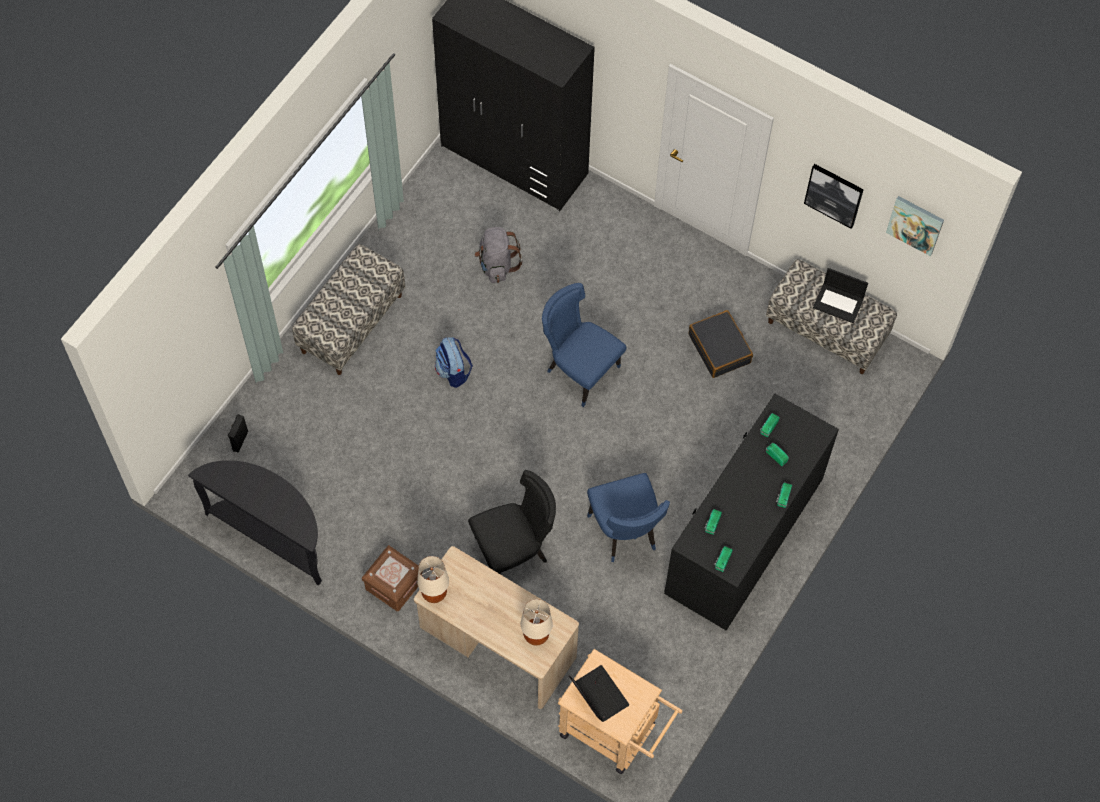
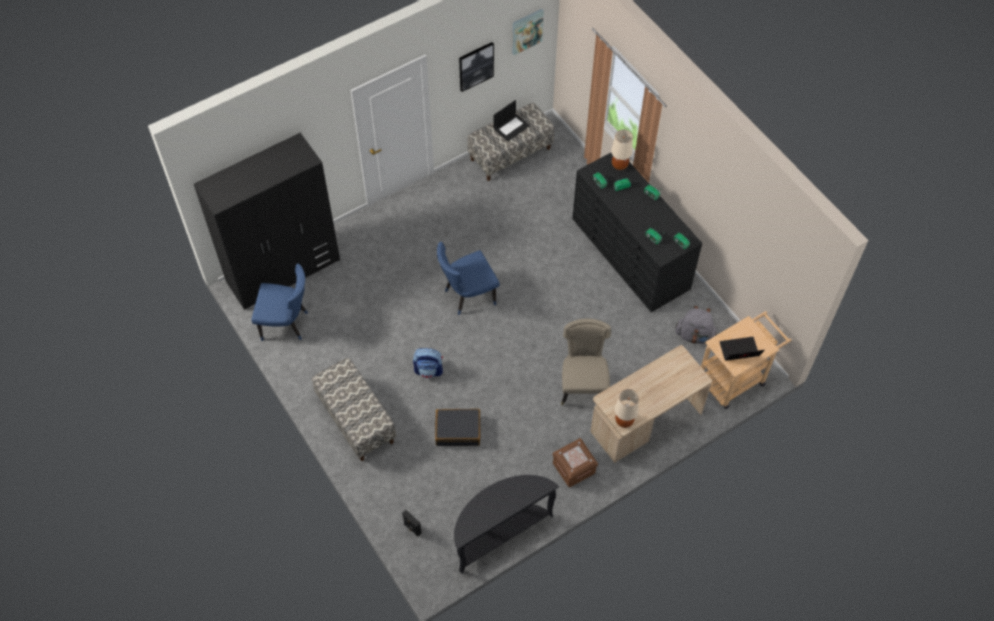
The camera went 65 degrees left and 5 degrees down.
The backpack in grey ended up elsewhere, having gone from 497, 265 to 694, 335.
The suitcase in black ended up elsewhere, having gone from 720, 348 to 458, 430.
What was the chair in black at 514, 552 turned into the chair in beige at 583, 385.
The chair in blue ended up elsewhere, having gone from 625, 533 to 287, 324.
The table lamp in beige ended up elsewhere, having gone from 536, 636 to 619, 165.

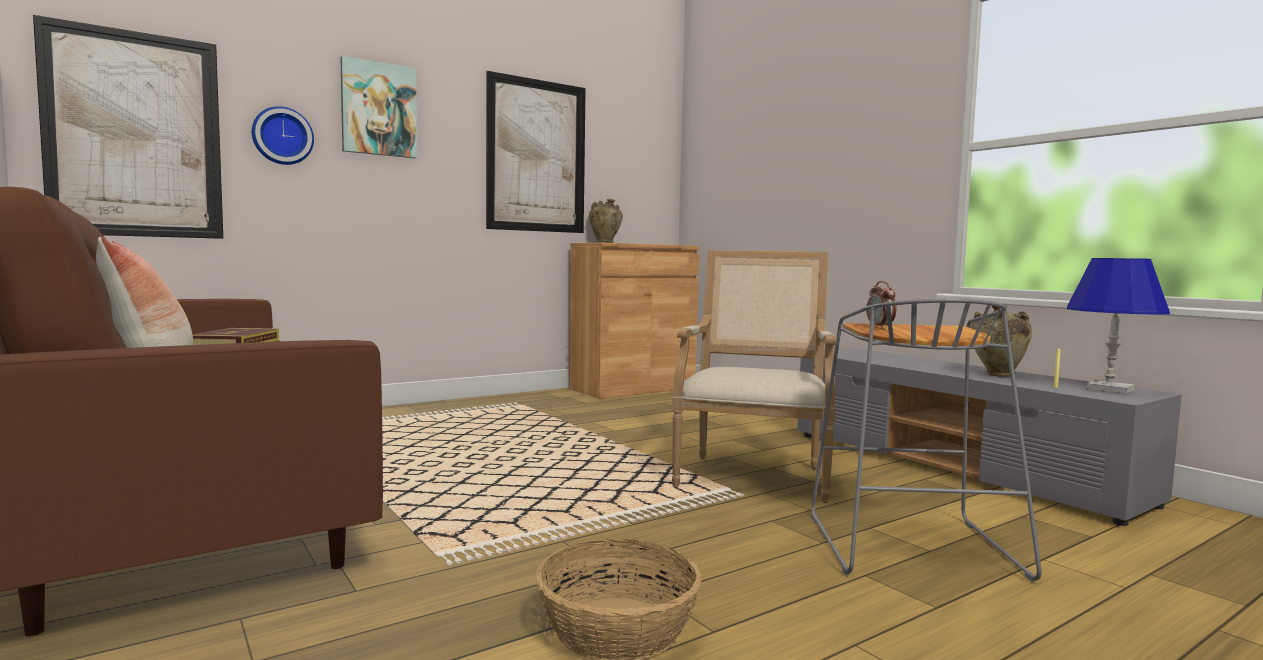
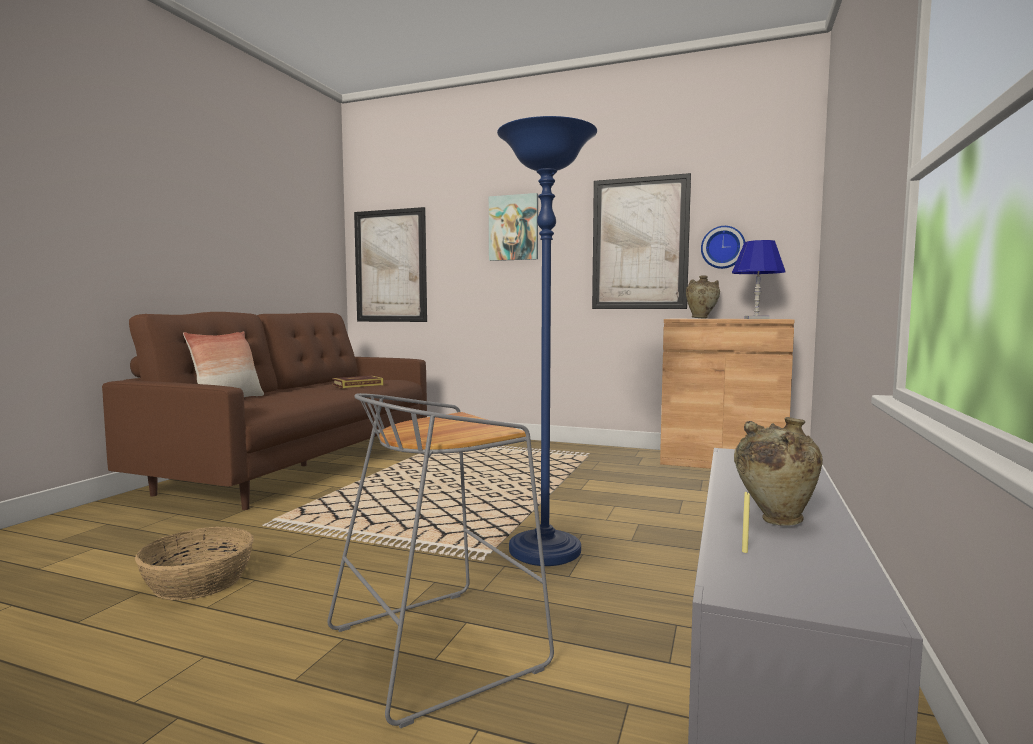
The camera went 55 degrees right and 0 degrees up.
The wall clock ended up elsewhere, having gone from 282, 136 to 723, 247.
Where the armchair stood at 753, 475, the floor lamp in blue came to stand at 545, 552.
The table lamp in blue ended up elsewhere, having gone from 1109, 389 to 756, 318.
The second view lost the alarm clock at 880, 327.

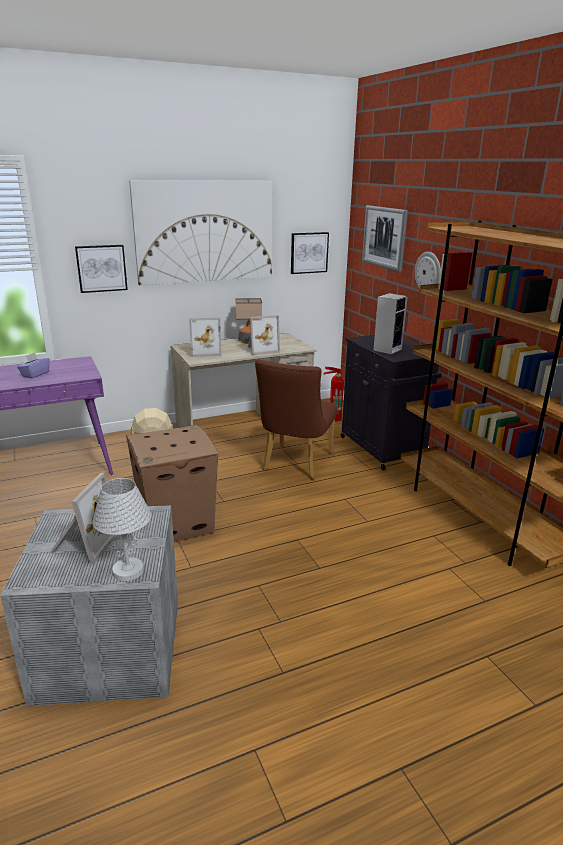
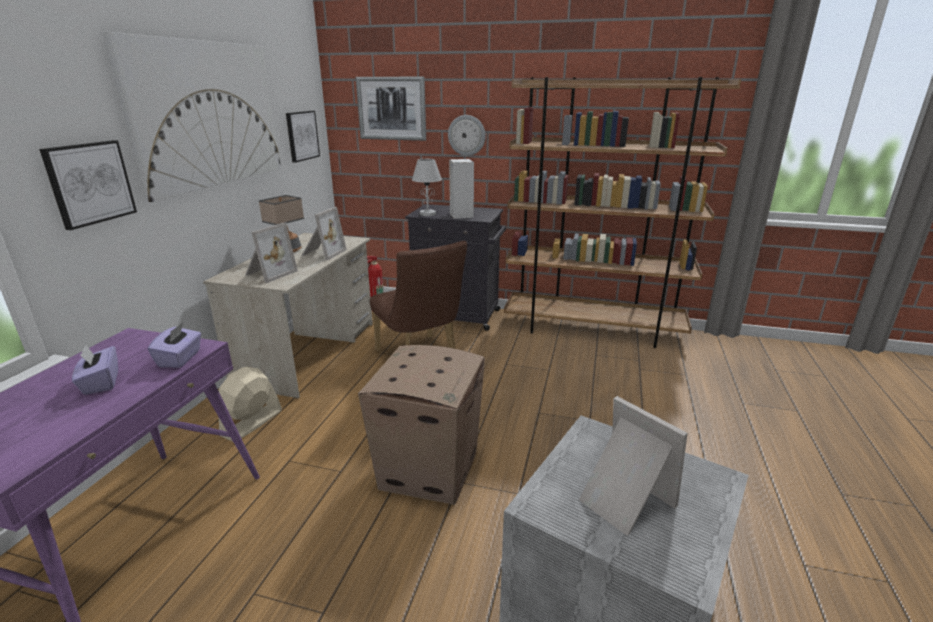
The camera went 50 degrees left and 0 degrees up.
The table lamp in white ended up elsewhere, having gone from 127, 570 to 427, 214.
The second view gained the tissue box in purple at 180, 359.

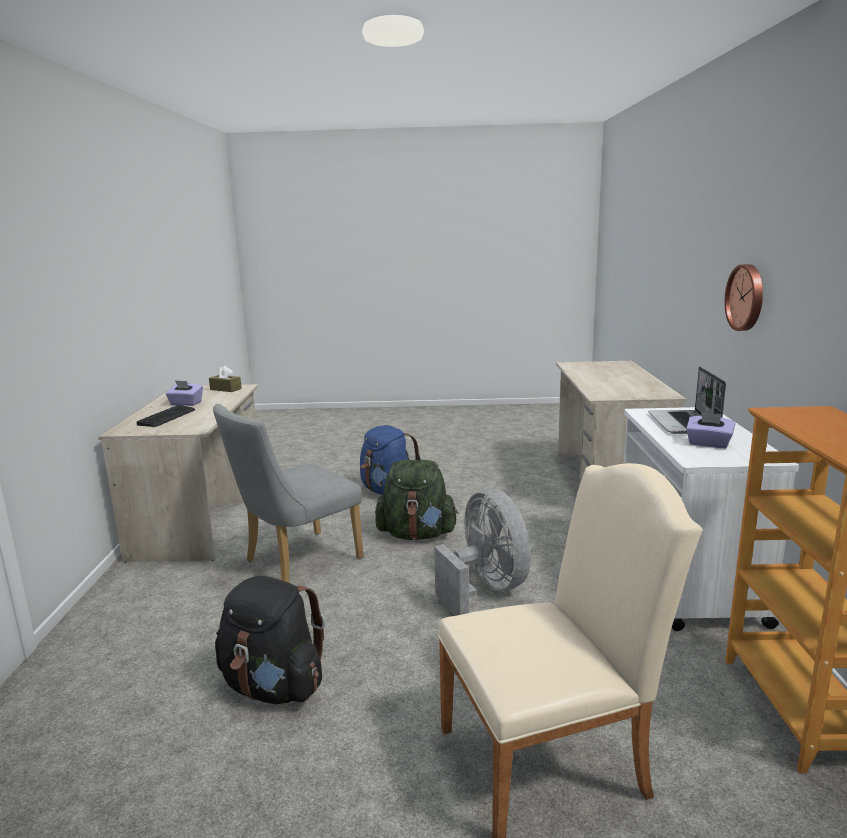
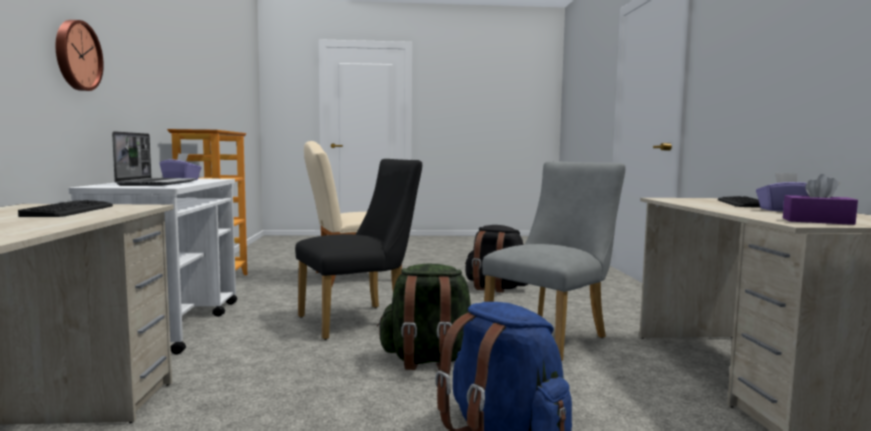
The camera went 175 degrees right and 10 degrees down.
What was the tissue box in brown at 225, 389 turned into the tissue box in purple at 817, 221.
Where the fan in grey stood at 485, 589, the chair in black came to stand at 360, 320.
The second view gained the keyboard at 70, 210.

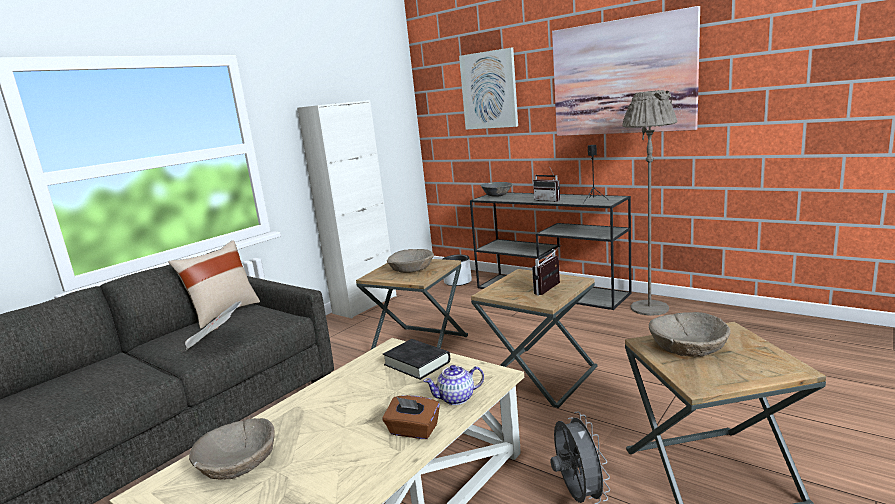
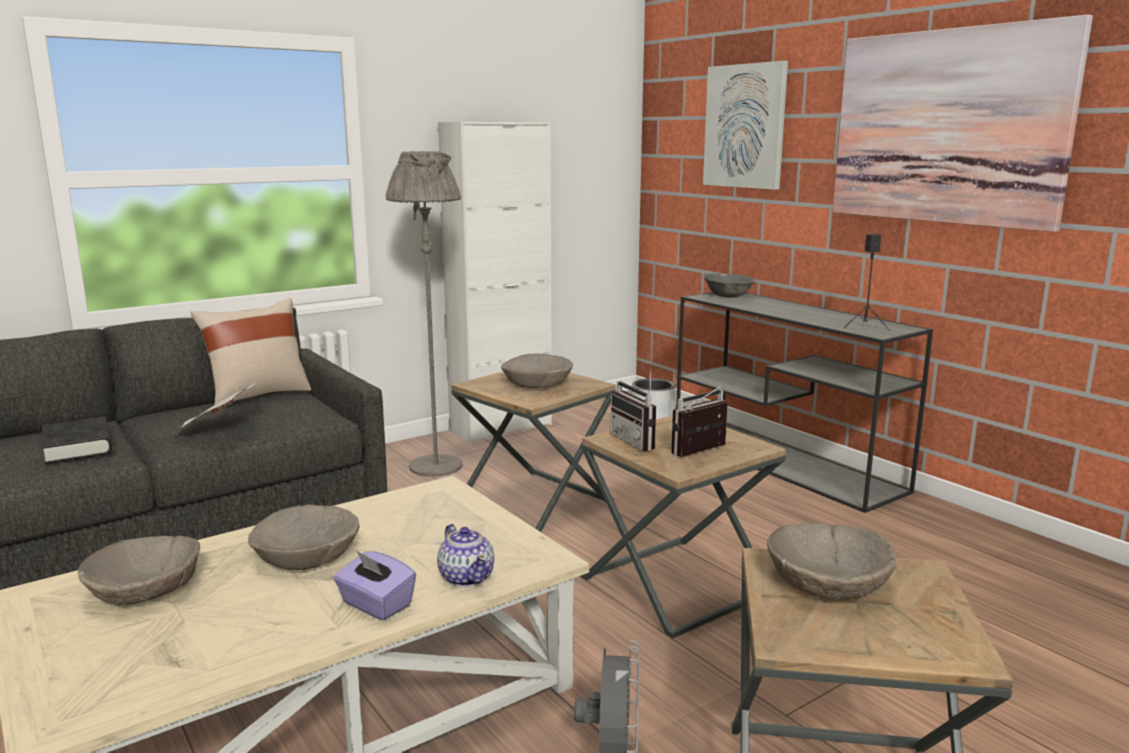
The camera went 15 degrees right and 0 degrees up.
The floor lamp in grey ended up elsewhere, having gone from 649, 308 to 436, 466.
The radio ended up elsewhere, having gone from 549, 200 to 639, 441.
The book in black ended up elsewhere, having gone from 417, 363 to 78, 447.
The teapot at 457, 398 ended up facing another way, 120 degrees counterclockwise from before.
What was the tissue box in brown at 413, 431 turned into the tissue box in purple at 375, 605.
The second view gained the bowl in beige at 307, 555.

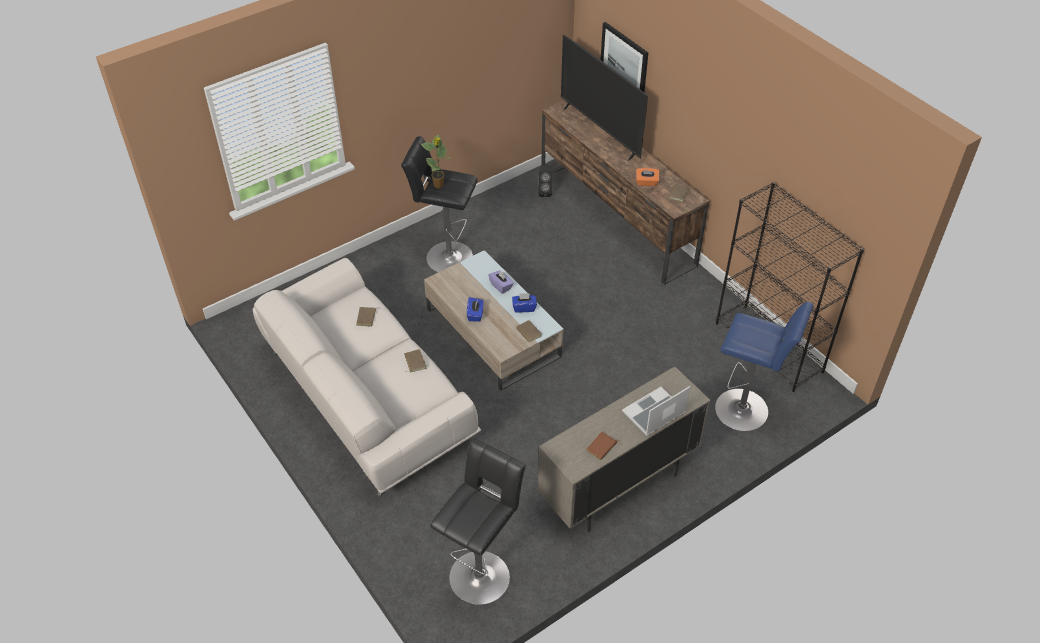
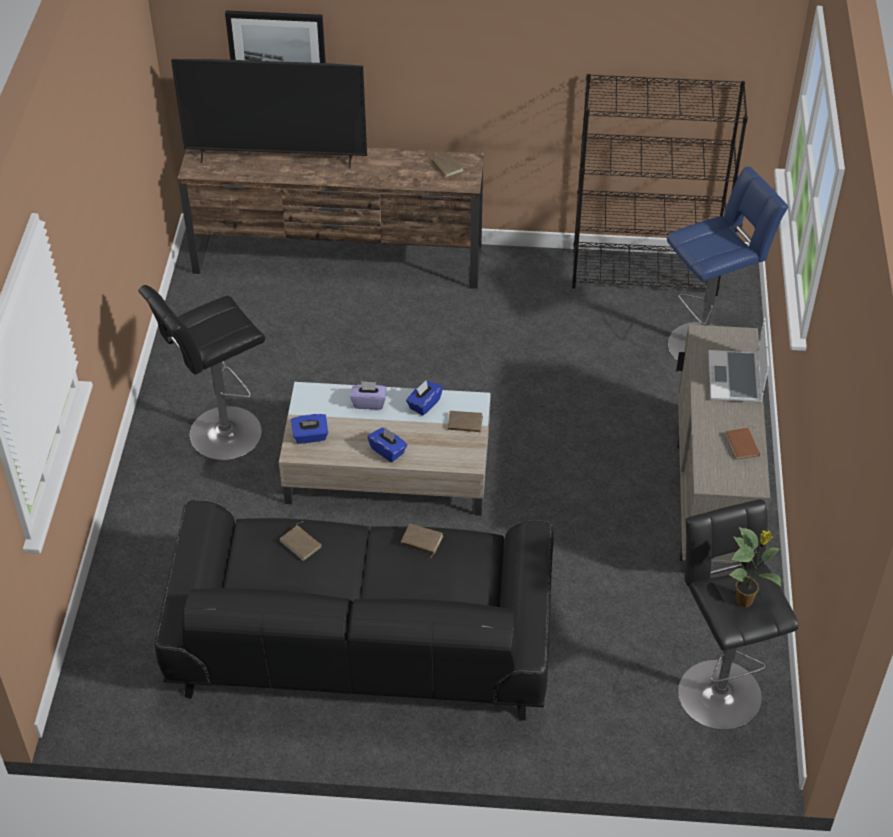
The camera went 50 degrees left and 0 degrees up.
The potted plant ended up elsewhere, having gone from 439, 185 to 745, 600.
The second view lost the speaker in black at 545, 192.
The second view lost the tissue box in orange at 646, 183.
What was the sofa in white at 366, 397 turned into the sofa in black at 361, 644.
The second view gained the tissue box in blue at 310, 436.

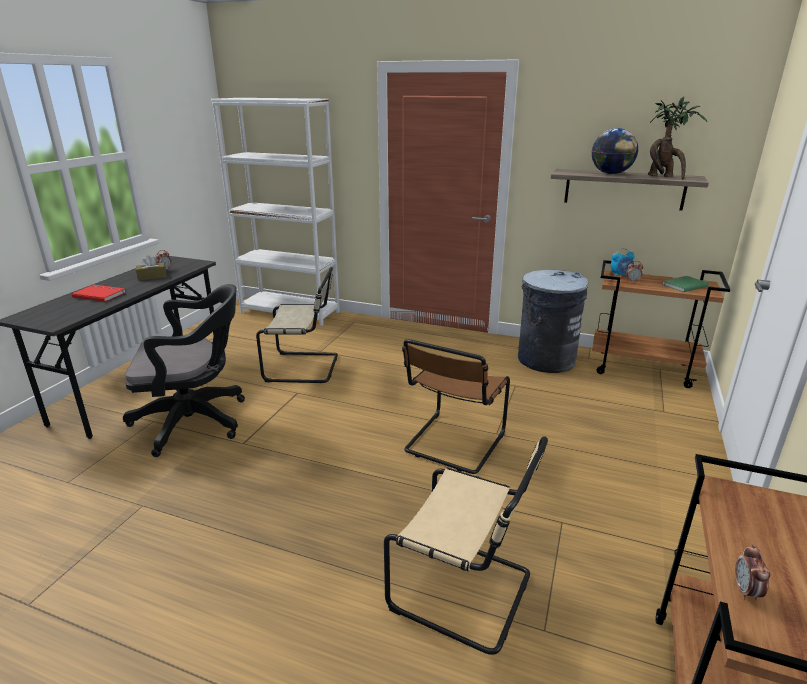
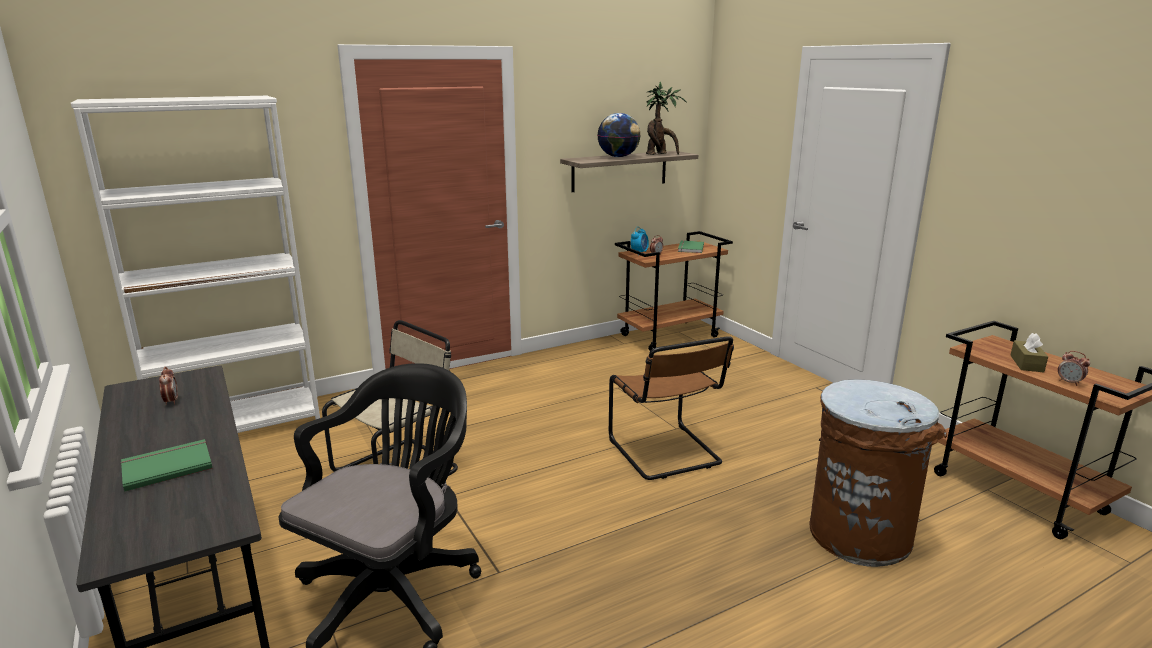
The camera went 50 degrees left and 5 degrees down.
The tissue box in brown ended up elsewhere, having gone from 152, 277 to 1026, 363.
The second view lost the trash can in grey at 545, 360.
What was the book in red at 100, 294 turned into the book in green at 167, 466.
Where the chair in beige stood at 466, 592, the trash can in brown came to stand at 859, 534.

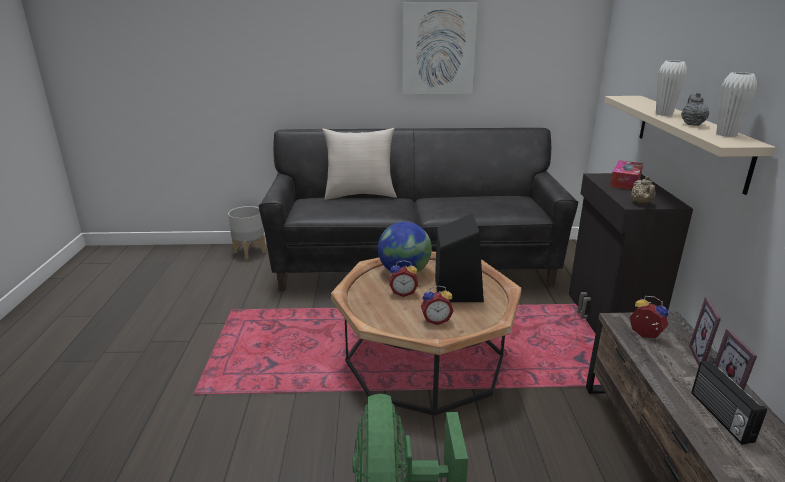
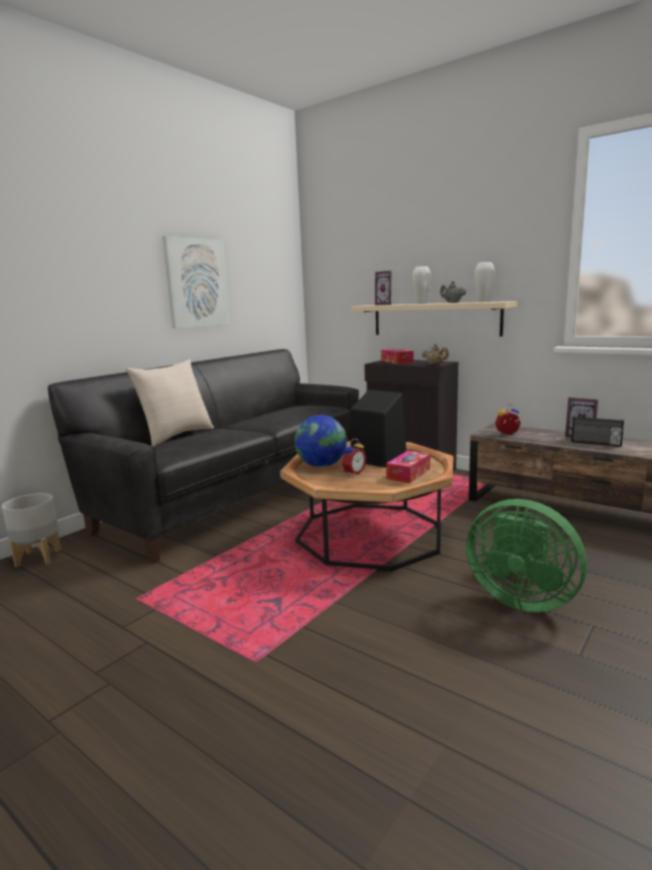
The camera went 50 degrees left and 10 degrees down.
Where the alarm clock stood at 436, 320, the tissue box came to stand at 408, 474.
The picture frame ended up elsewhere, having gone from 706, 359 to 386, 304.

